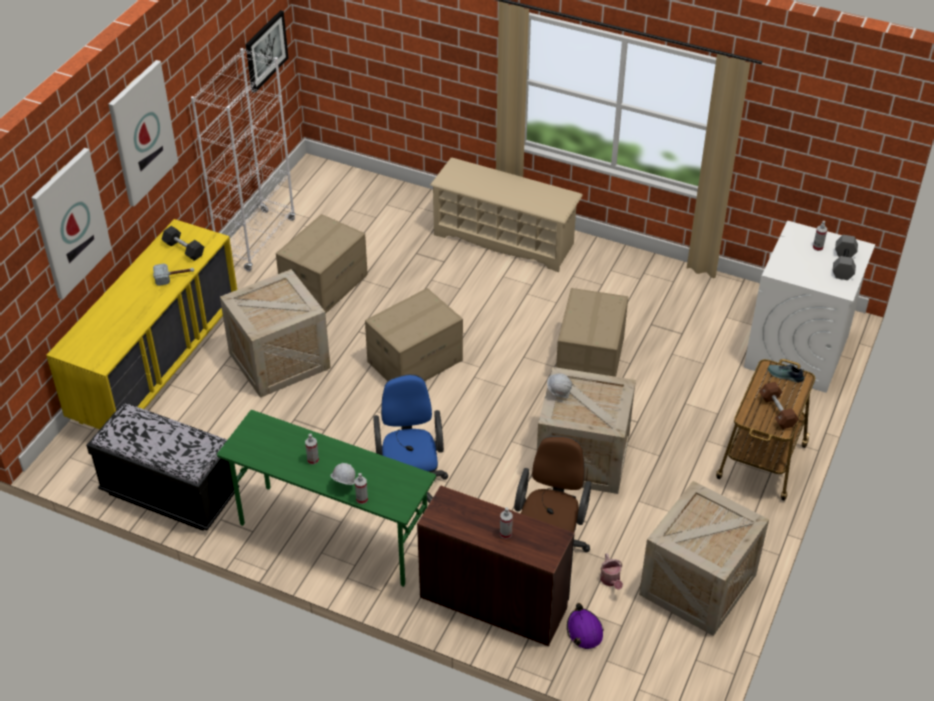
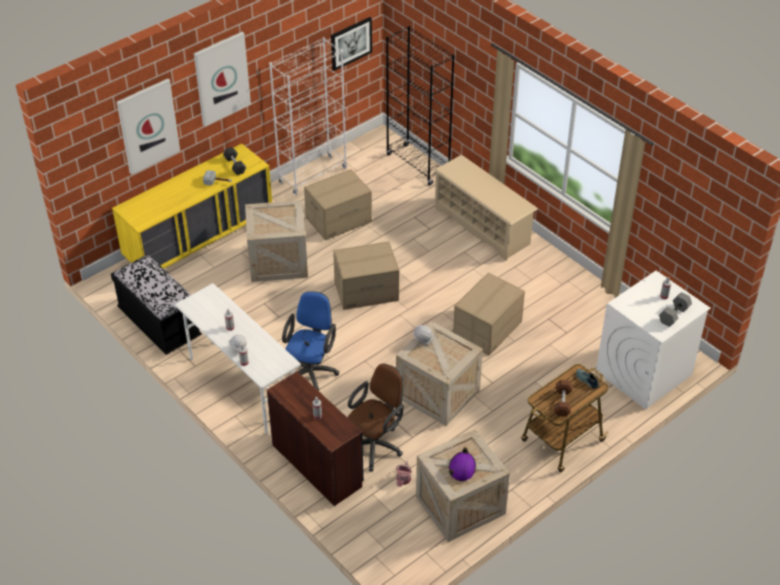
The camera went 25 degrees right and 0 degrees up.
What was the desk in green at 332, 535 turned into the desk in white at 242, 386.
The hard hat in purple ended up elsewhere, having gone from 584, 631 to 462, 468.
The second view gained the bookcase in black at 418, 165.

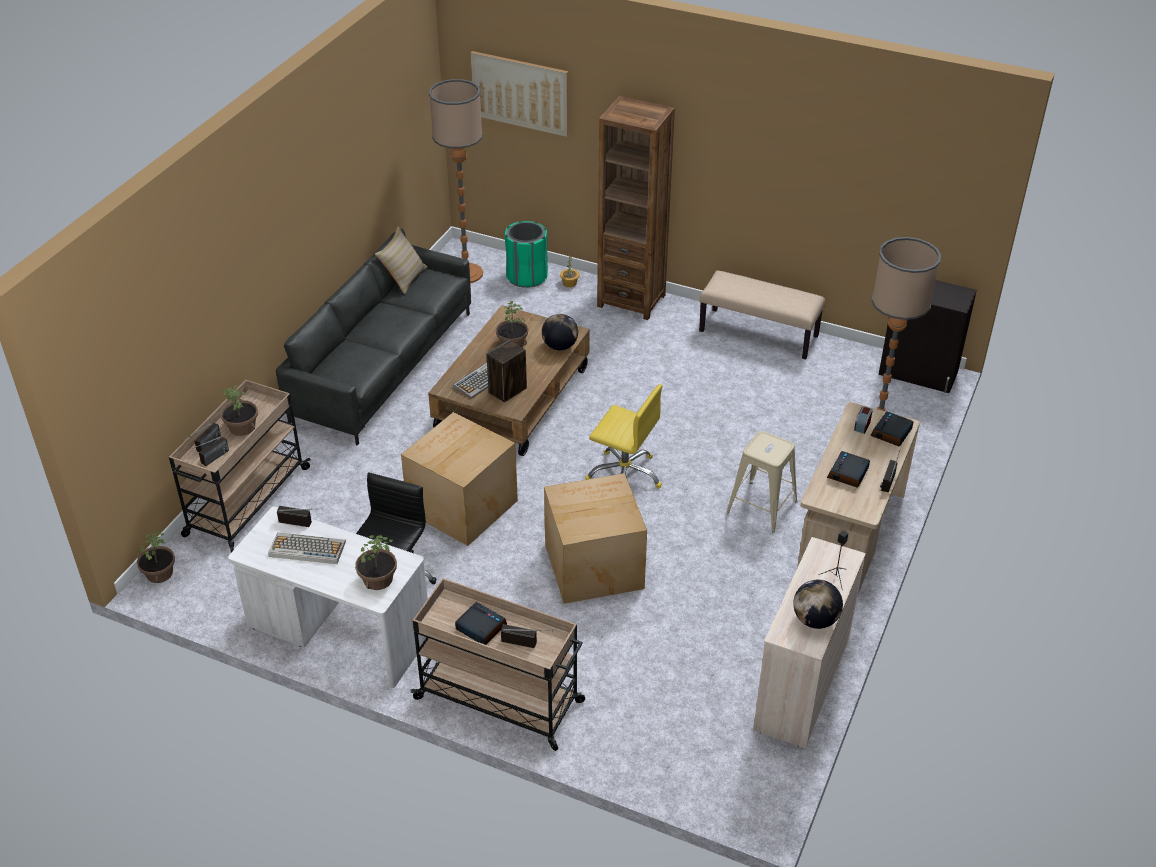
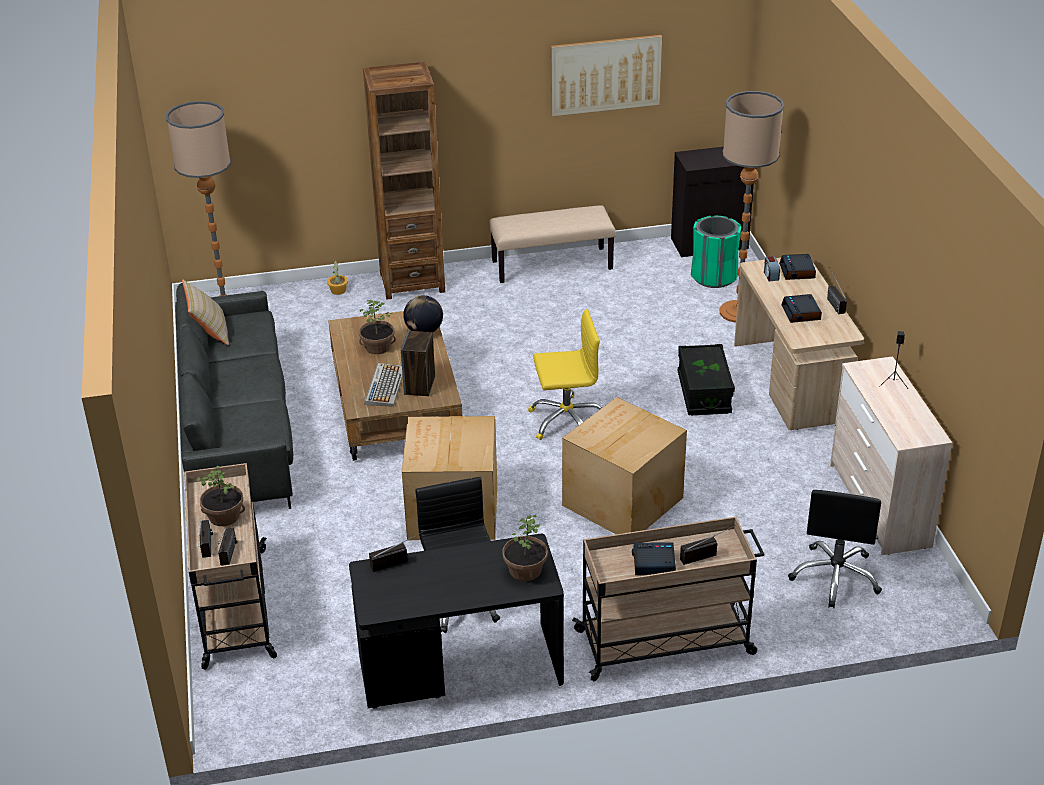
The camera went 35 degrees left and 5 degrees down.
The picture ended up elsewhere, having gone from 520, 93 to 605, 75.
The trash can in green ended up elsewhere, having gone from 527, 276 to 714, 276.
Where the stool in beige stood at 762, 507, the storage box in black came to stand at 704, 393.
What was the desk in white at 338, 633 turned into the desk in black at 460, 668.
The second view lost the potted plant at 159, 573.
The second view lost the keyboard at 306, 549.
The second view lost the globe at 815, 620.
The second view gained the office chair in black at 835, 576.

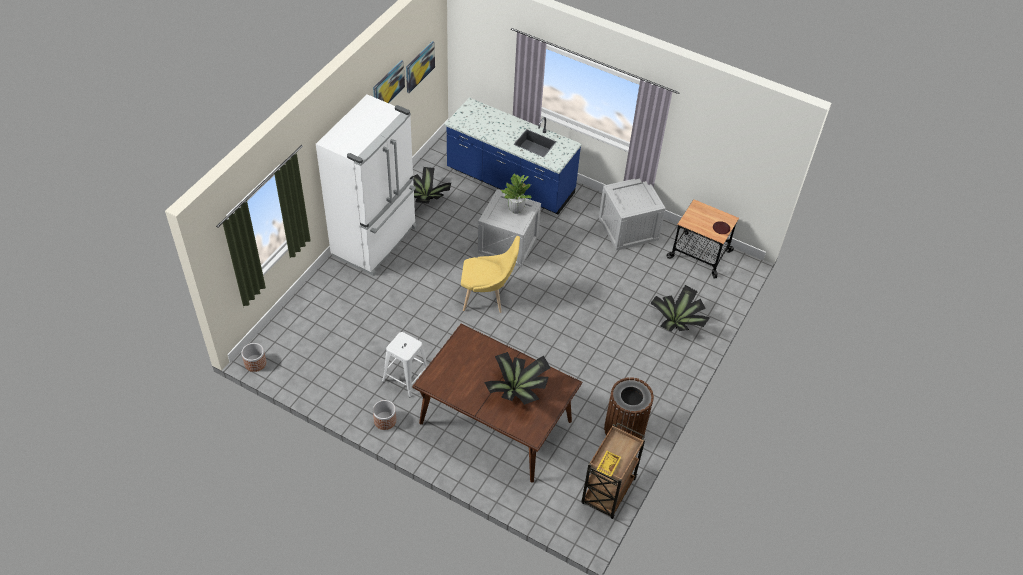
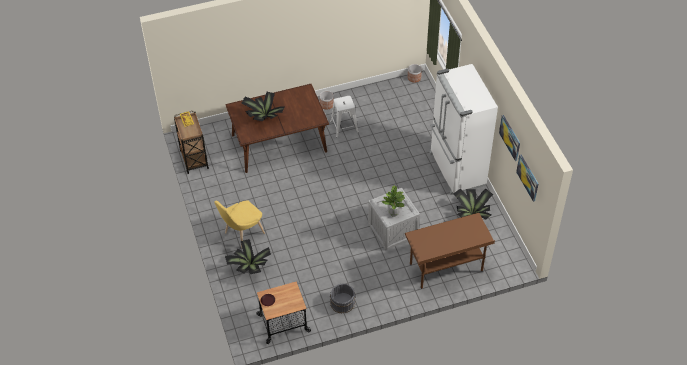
The camera went 135 degrees right and 0 degrees up.
Where the counter in blue stood at 510, 182, the desk in brown came to stand at 446, 268.
Where the crate stood at 629, 229, the bucket in grey came to stand at 342, 302.
The chair in yellow ended up elsewhere, having gone from 487, 297 to 242, 234.
The second view lost the trash can in brown at 624, 429.

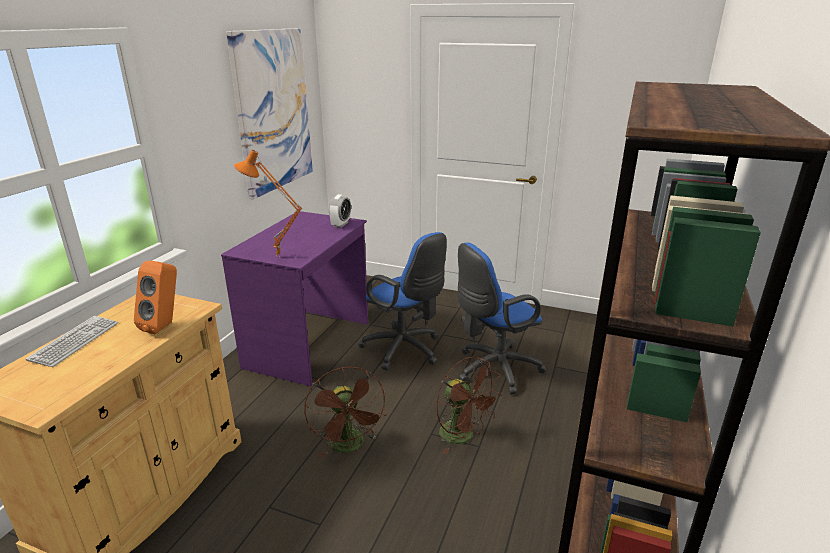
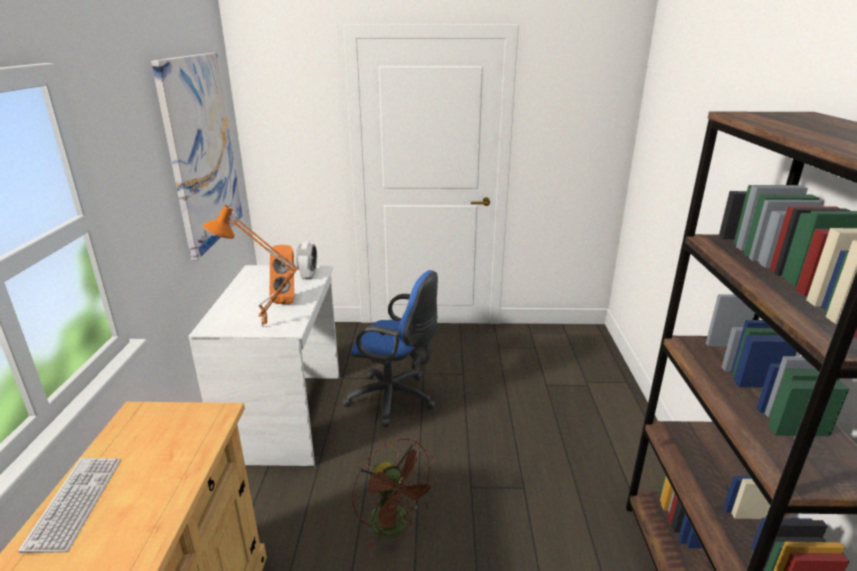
The camera went 20 degrees left and 0 degrees up.
What was the desk in purple at 309, 345 turned into the desk in white at 286, 416.
The second view lost the office chair in blue at 493, 370.
The speaker in orange ended up elsewhere, having gone from 165, 326 to 288, 298.
The second view lost the fan in brown at 463, 436.

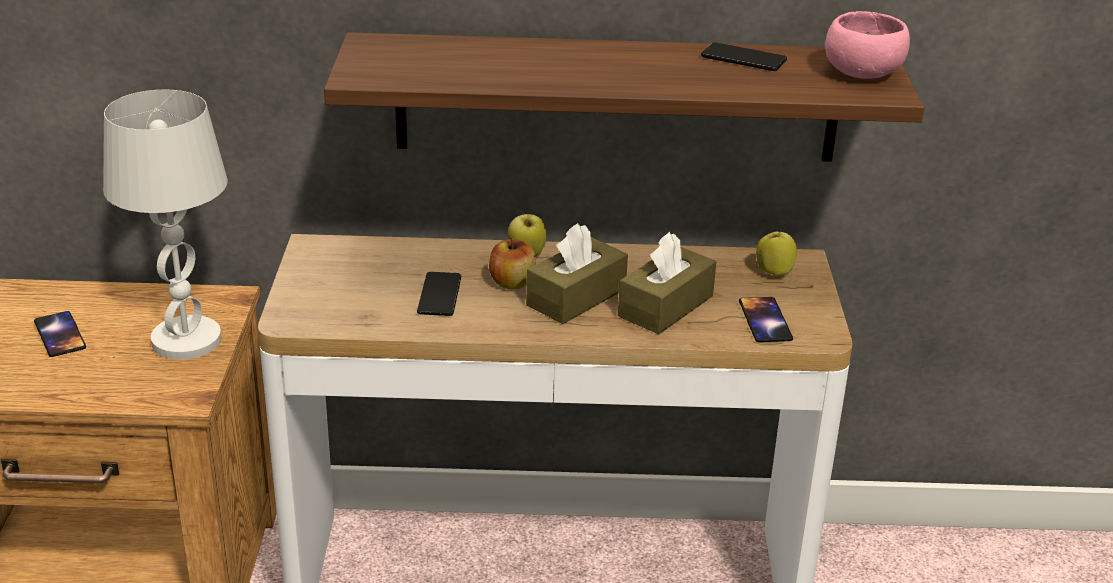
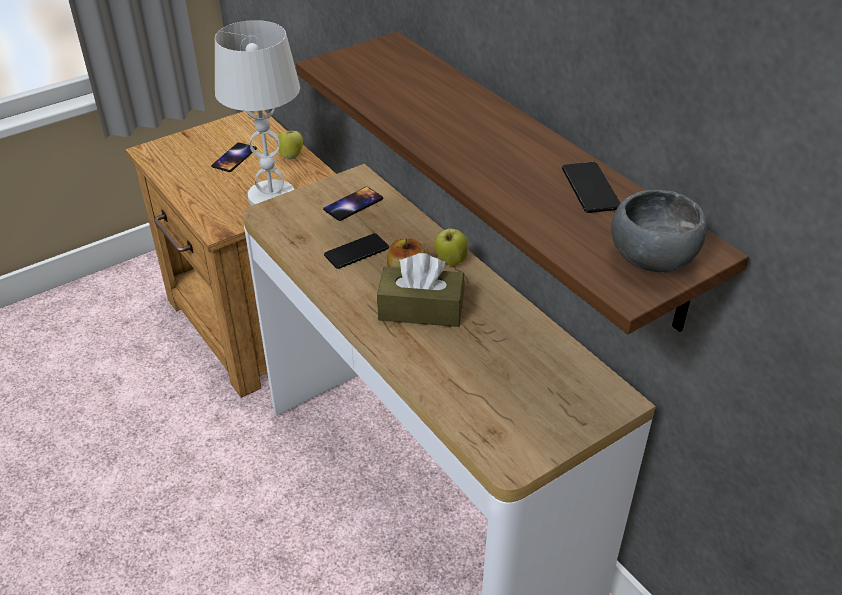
The camera went 55 degrees right and 10 degrees up.
What was the bowl in pink at 864, 74 turned into the bowl in grey at 653, 261.
The apple ended up elsewhere, having gone from 773, 272 to 291, 156.
The second view lost the tissue box in brown at 665, 306.
The phone ended up elsewhere, having gone from 765, 320 to 353, 204.

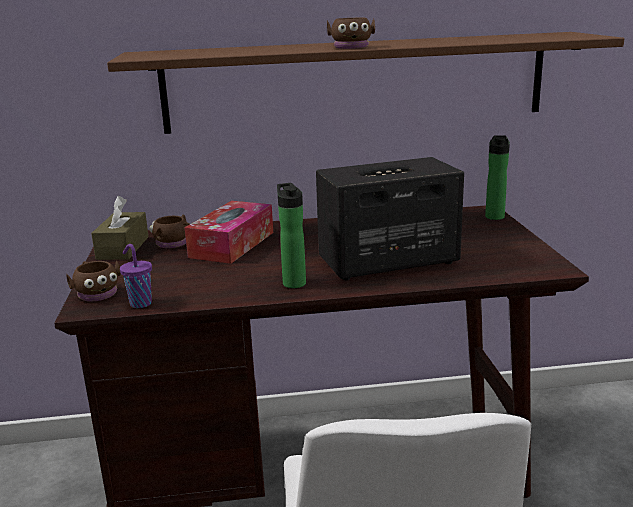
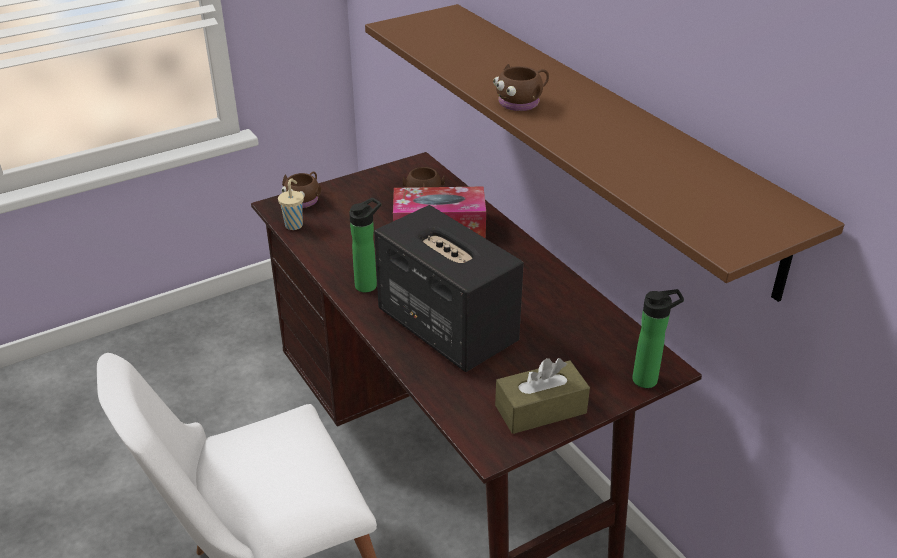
The camera went 65 degrees right and 15 degrees up.
The tissue box in brown ended up elsewhere, having gone from 123, 248 to 540, 409.
What was the cup in purple at 140, 303 turned into the cup in beige at 294, 225.

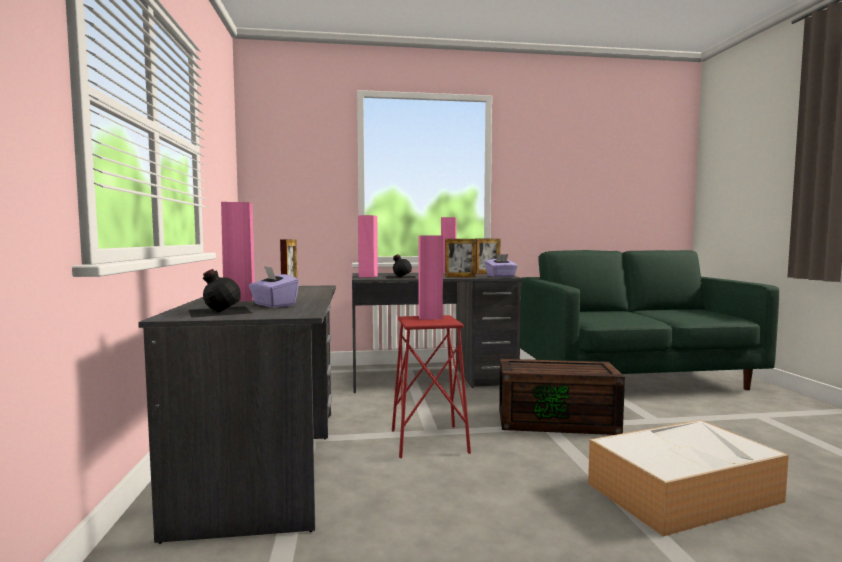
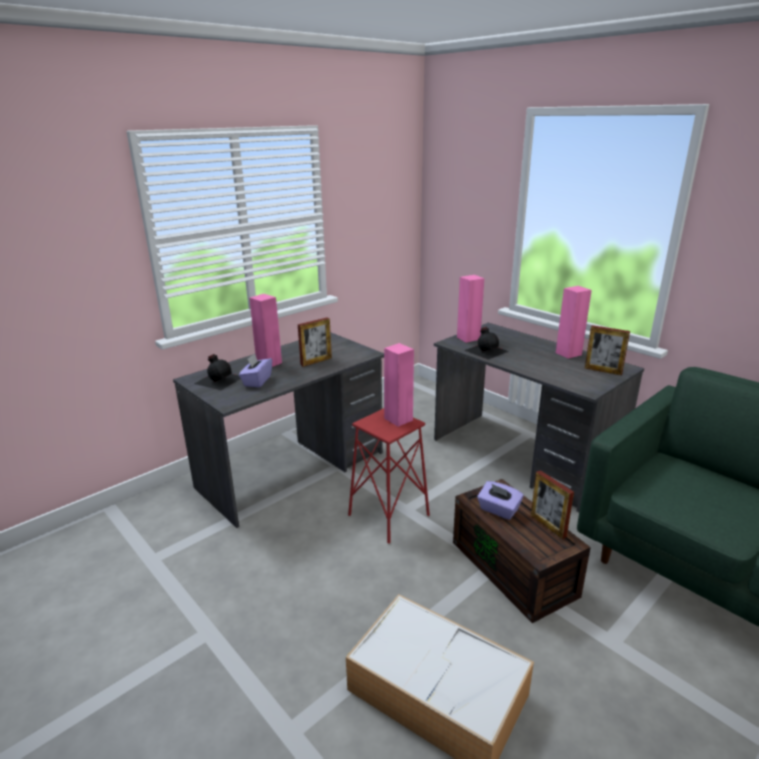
The camera went 55 degrees right and 20 degrees up.
The picture frame ended up elsewhere, having gone from 460, 277 to 548, 526.
The tissue box in purple ended up elsewhere, having gone from 501, 276 to 498, 510.

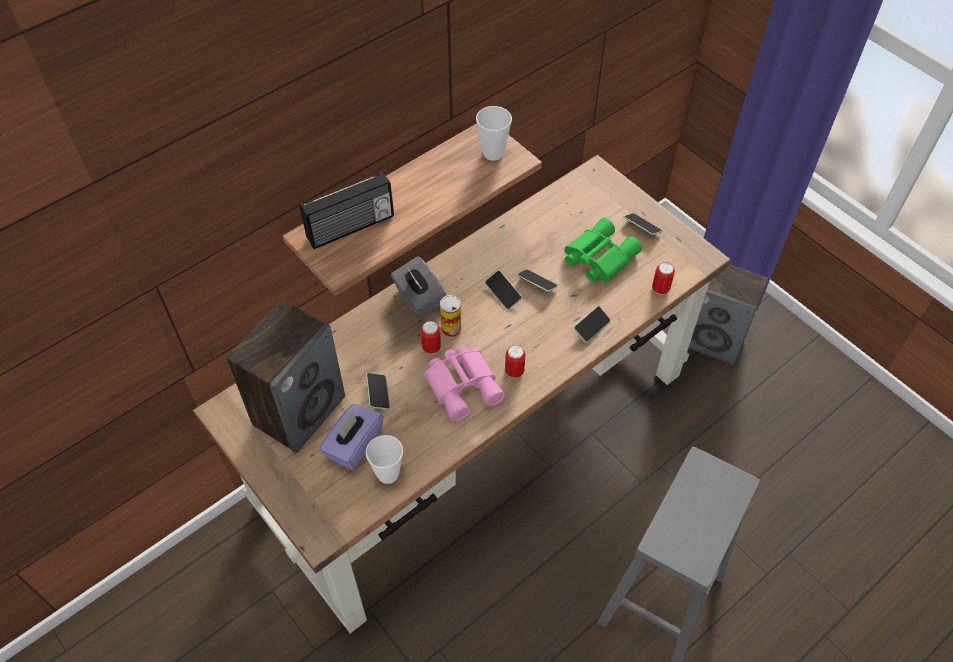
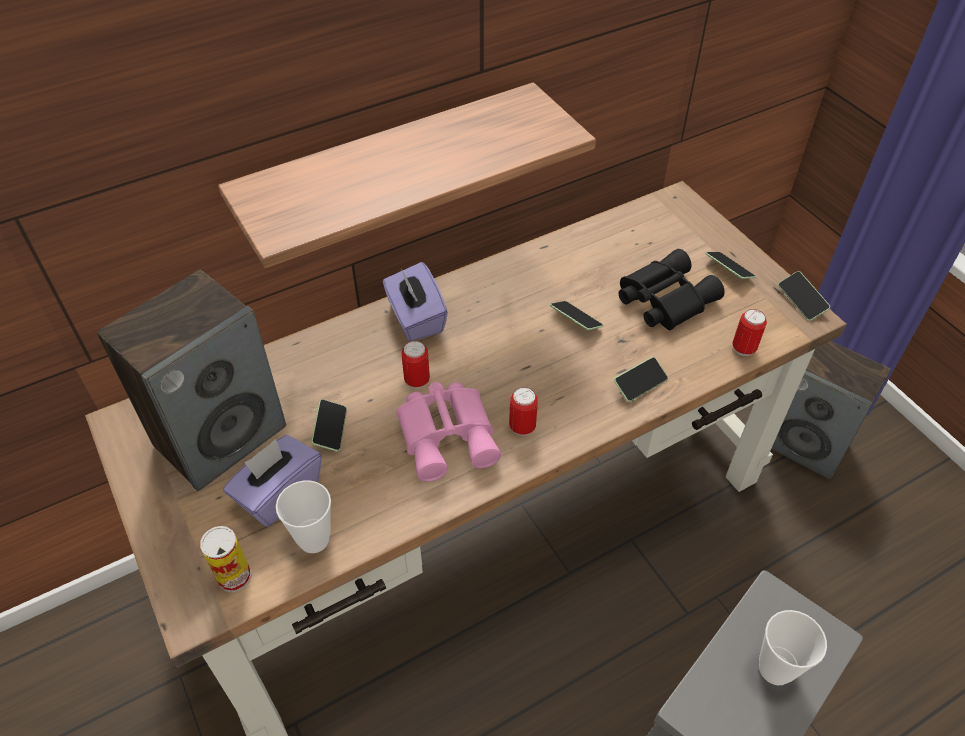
The camera went 10 degrees right and 5 degrees down.
The cup ended up elsewhere, having gone from 493, 153 to 775, 669.
The second view lost the radio at 351, 228.
What was the binoculars in green at 597, 257 turned into the binoculars in black at 663, 298.
What was the tissue box in grey at 418, 299 turned into the tissue box in purple at 415, 318.
The phone ended up elsewhere, having gone from 503, 293 to 801, 301.
The can ended up elsewhere, having gone from 451, 329 to 234, 576.

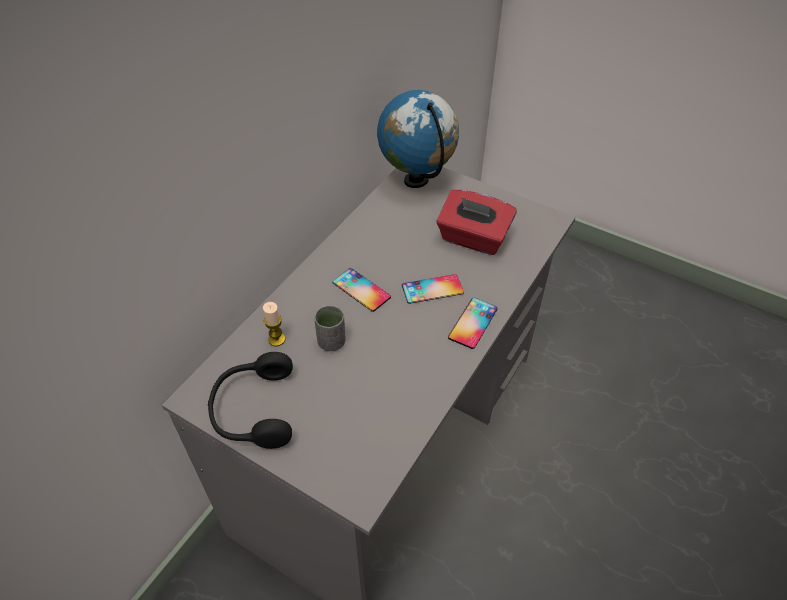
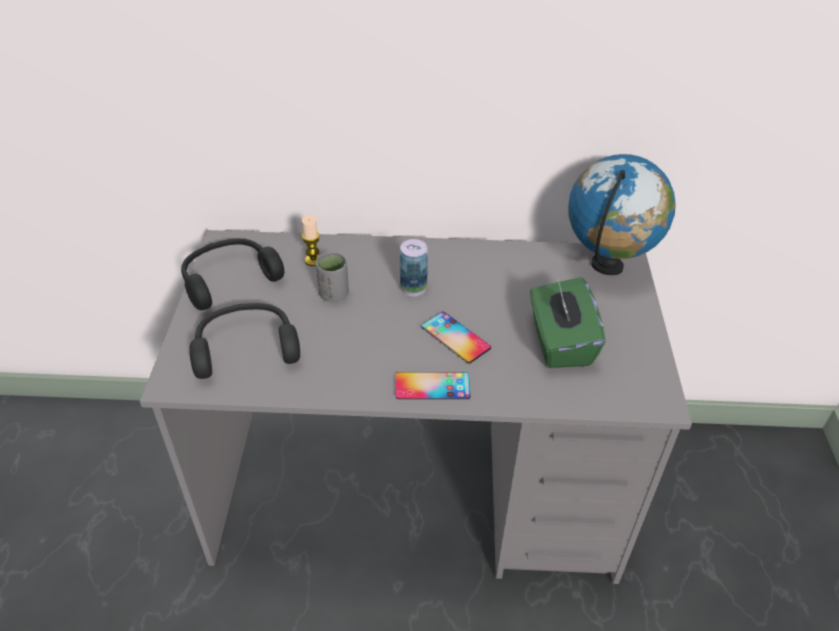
The camera went 60 degrees right and 5 degrees down.
What was the tissue box in red at 473, 238 turned into the tissue box in green at 560, 342.
Where the phone stood at 361, 290, the can came to stand at 413, 288.
The second view gained the headphones in black at 246, 348.

